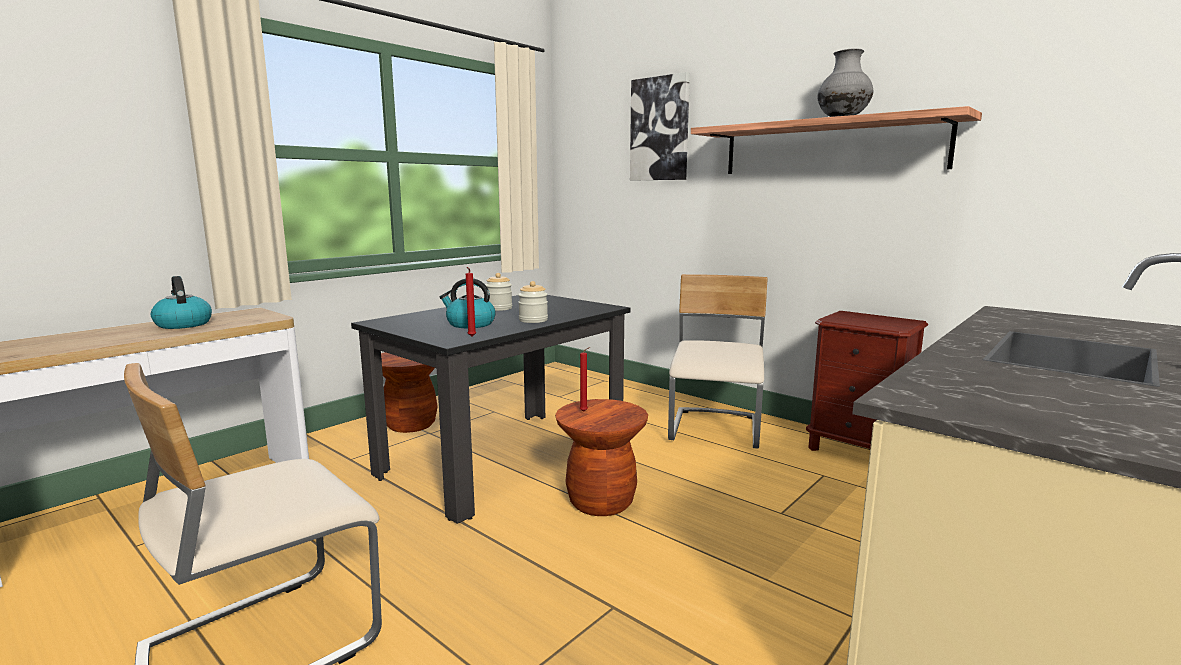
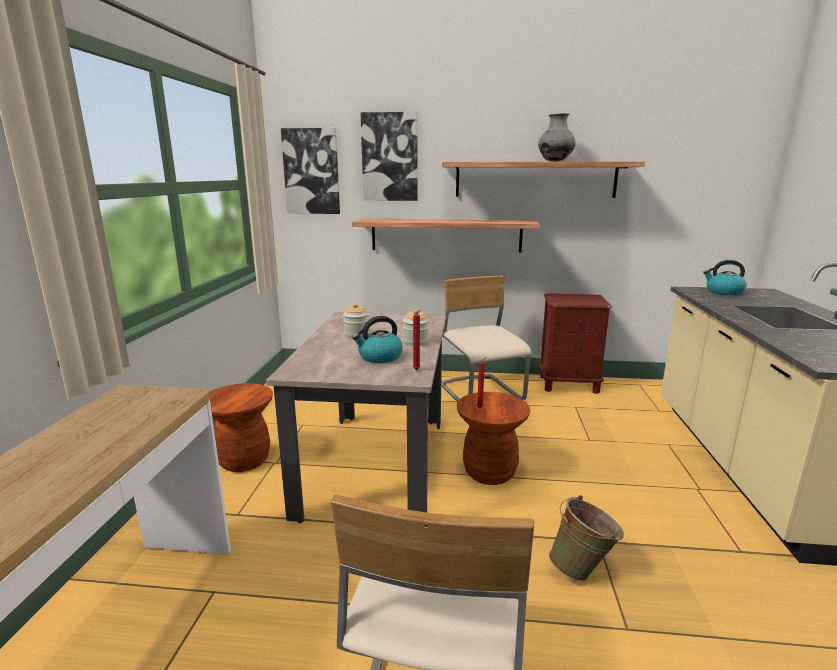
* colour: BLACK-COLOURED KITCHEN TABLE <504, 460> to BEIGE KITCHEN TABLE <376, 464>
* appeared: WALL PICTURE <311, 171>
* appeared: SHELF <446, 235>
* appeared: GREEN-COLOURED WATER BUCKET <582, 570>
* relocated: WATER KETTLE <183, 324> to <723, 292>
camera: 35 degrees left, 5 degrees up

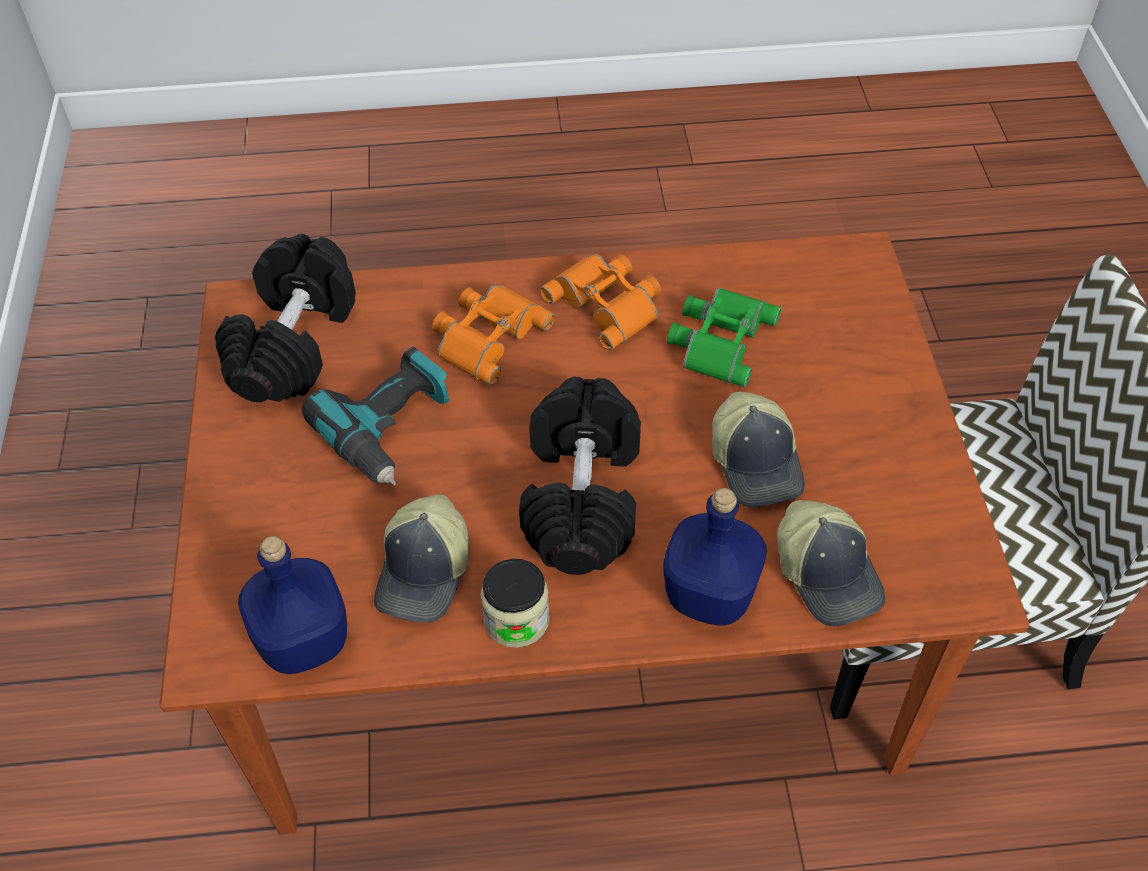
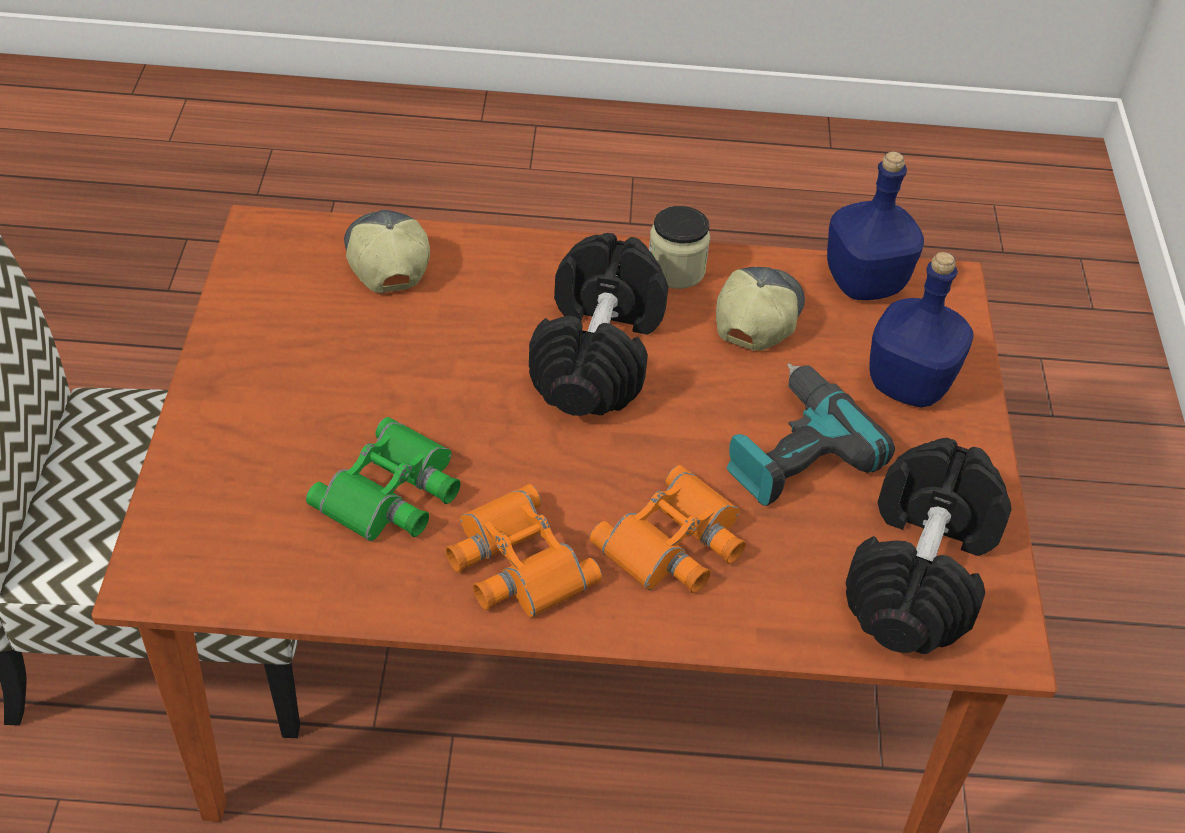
* relocated: BLUE-COLOURED BEVERAGE BOTTLE <709, 597> to <909, 383>
* missing: PEAKED CAP <757, 463>
camera: 175 degrees left, 5 degrees down

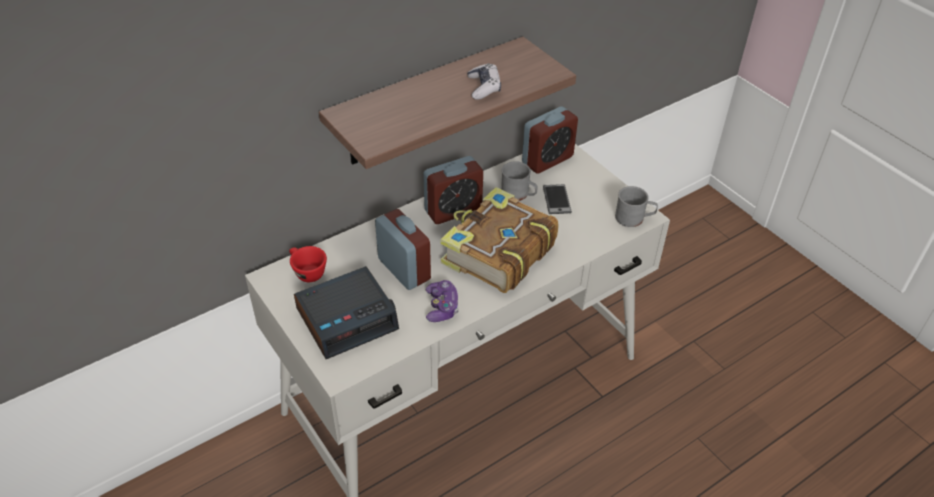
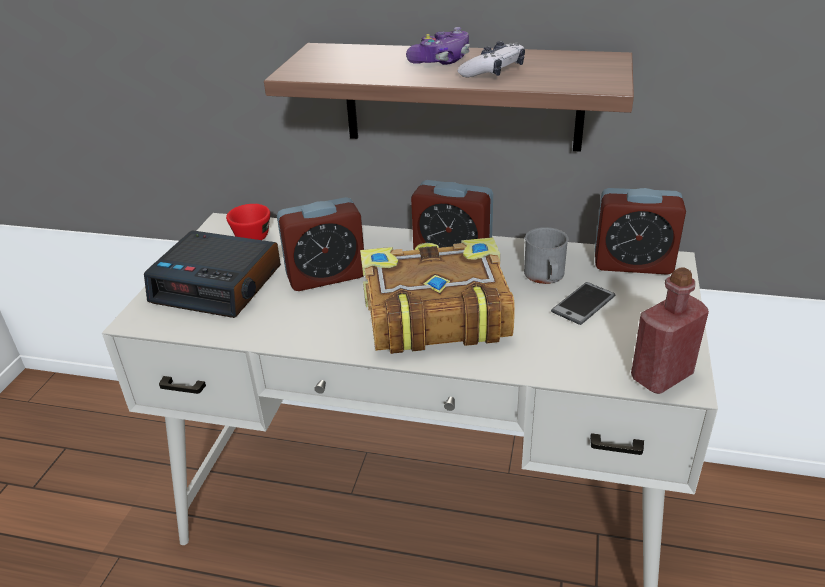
* spun: ALARM CLOCK <404, 269> = <326, 276> 60 degrees clockwise
* relocated: GAME CONTROLLER <442, 307> to <441, 61>
* exchanged: GREY TEA MUG <634, 218> to RED-COLOURED BEVERAGE BOTTLE <661, 376>
camera: 50 degrees right, 10 degrees down

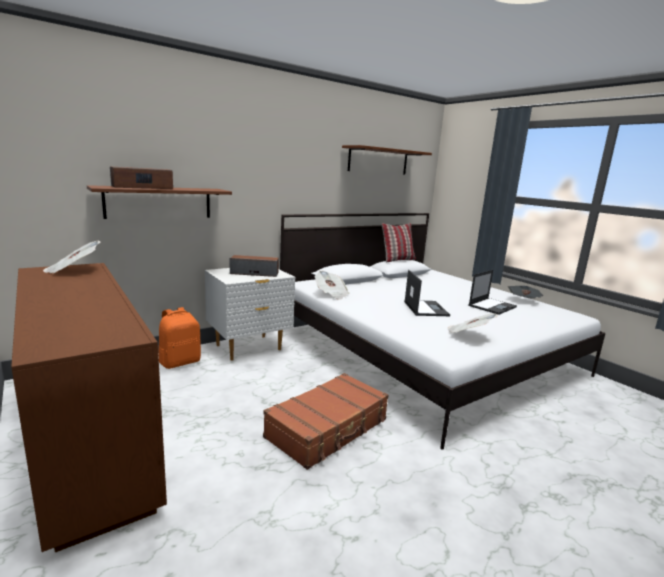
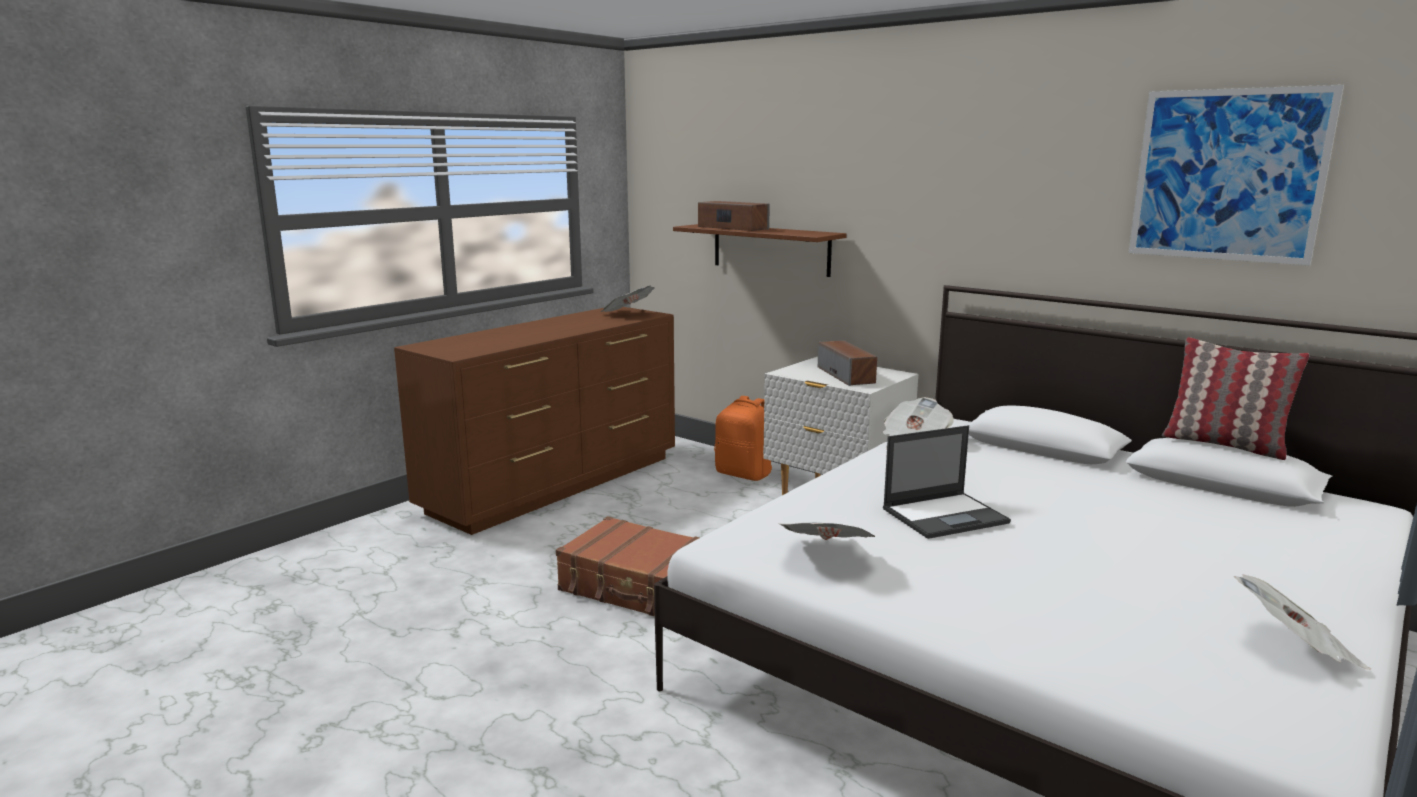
* exchanged: BROWN-COLOURED SHELF <378, 161> to WALL PICTURE <1227, 175>
* missing: PORTABLE COMPUTER <492, 306>
camera: 75 degrees right, 0 degrees up

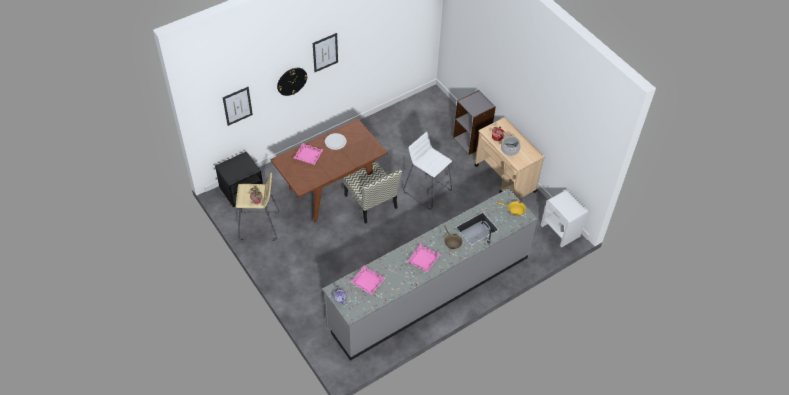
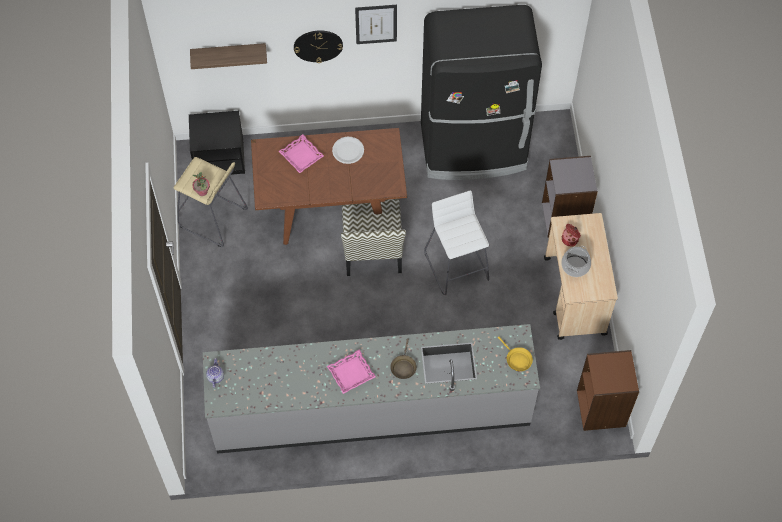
* exchanged: WALL PICTURE <237, 106> to SHELF <229, 53>
* appeared: BLACK-COLOURED REFRIGERATOR <474, 148>
* exchanged: WHITE-COLOURED NIGHT TABLE <560, 231> to BROWN-COLOURED SHELVING UNIT <601, 408>
* missing: PINKISH TRAY <367, 281>
camera: 30 degrees right, 10 degrees up

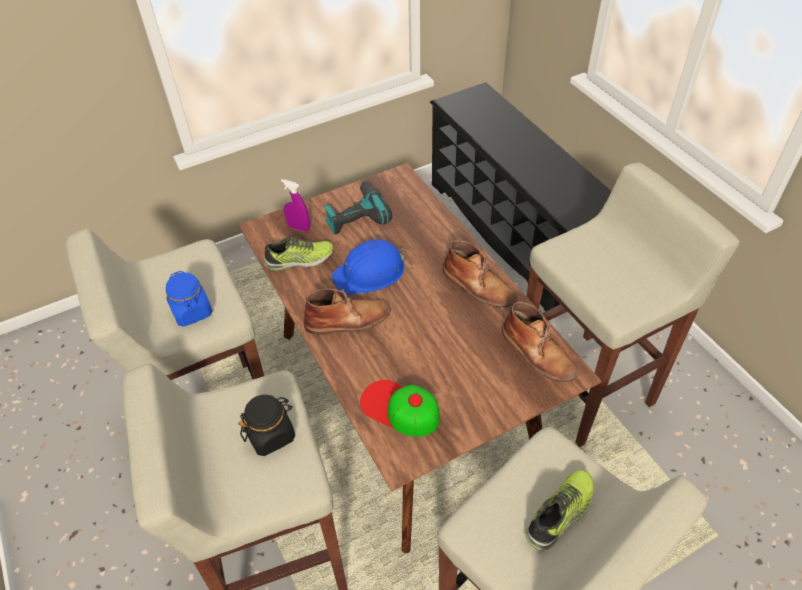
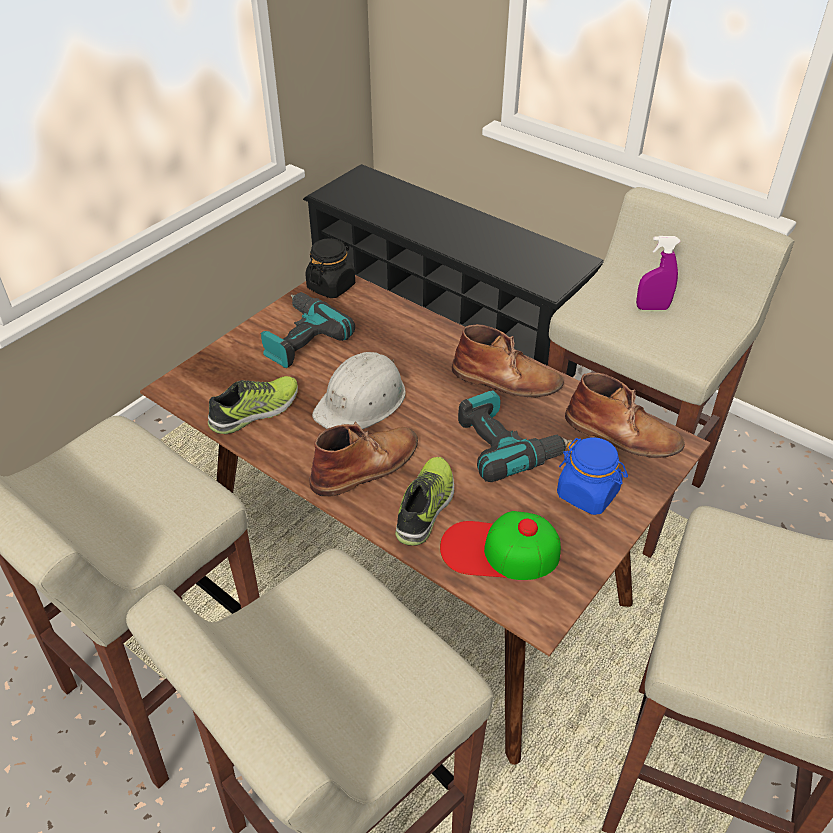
* relocated: BLACK-COLOURED JAR <271, 435> to <331, 286>
* colour: BLUE-COLOURED WORK HELMET <370, 273> to WHITE-COLOURED WORK HELMET <362, 401>
* relocated: LOW SHOE <561, 513> to <426, 507>
* appeared: DRILL <506, 445>
* relocated: BLUE-COLOURED JAR <192, 311> to <588, 494>
* relocated: PURPLE SPRAYER <299, 228> to <652, 308>
camera: 25 degrees left, 5 degrees down

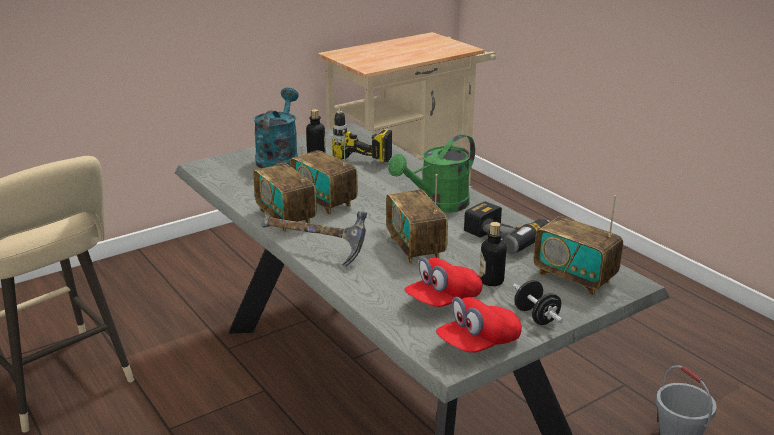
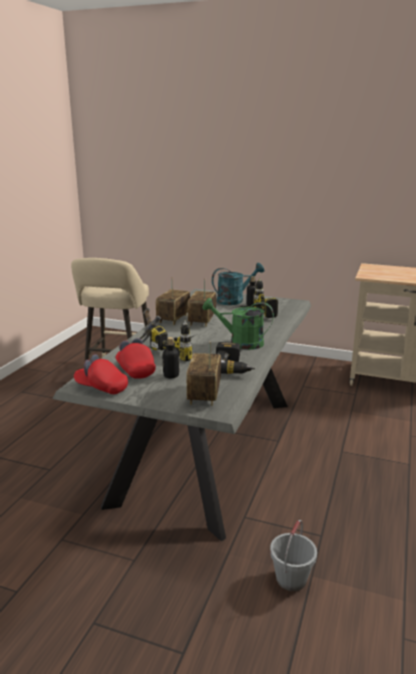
* spun: RED-COLOURED PEAKED CAP <443, 300> = <135, 370> 45 degrees clockwise
* exchanged: RADIO <415, 248> to DRILL <182, 350>
* missing: BLACK-COLOURED HAND WEIGHT <536, 316>
camera: 55 degrees right, 5 degrees down

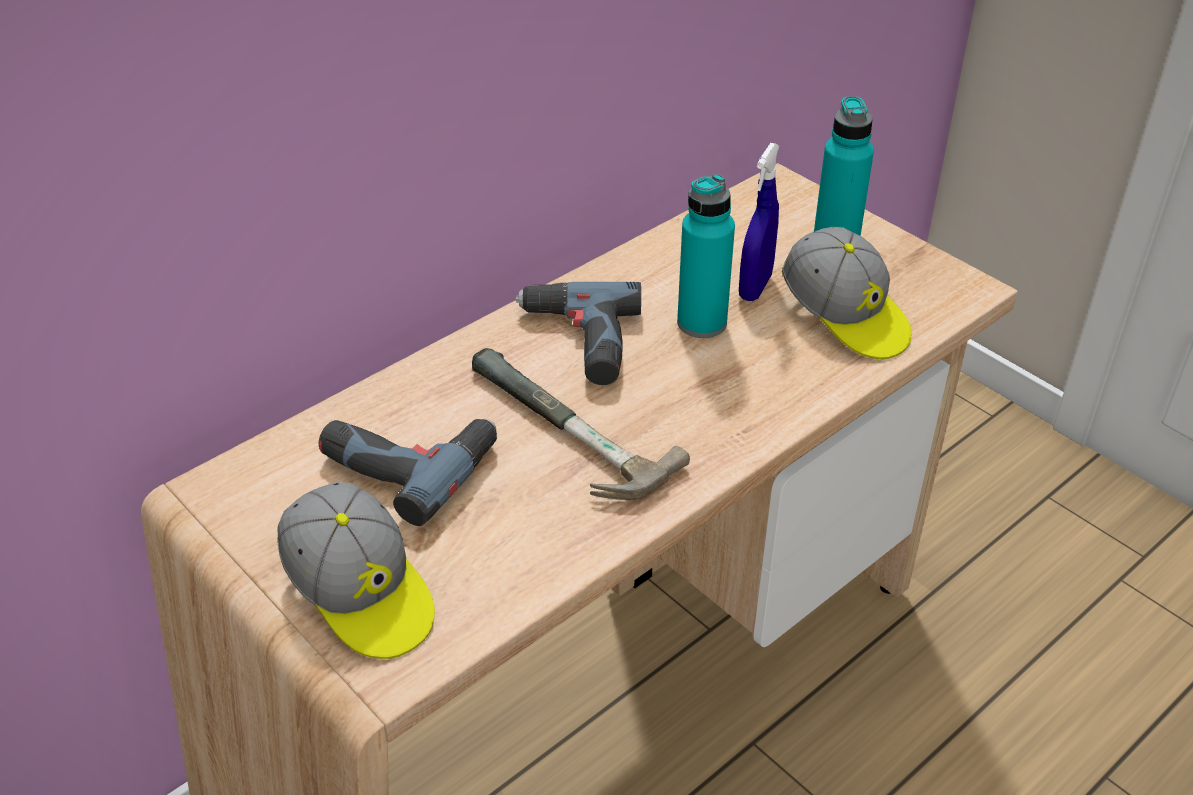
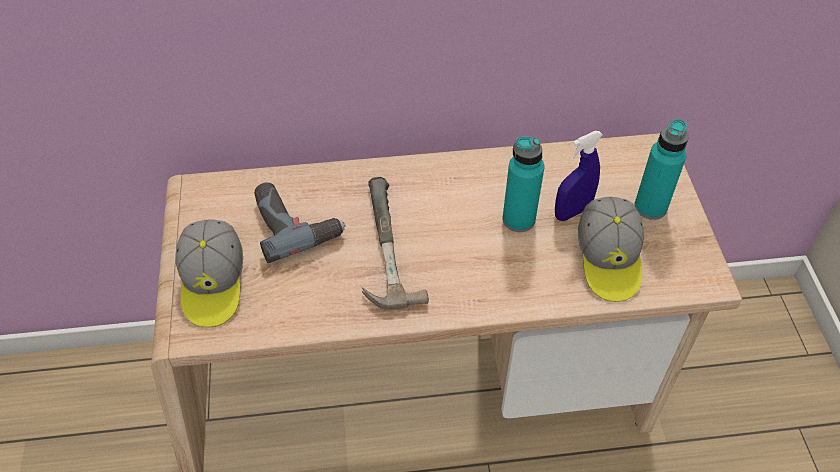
* missing: DRILL <577, 343>
camera: 35 degrees right, 10 degrees up

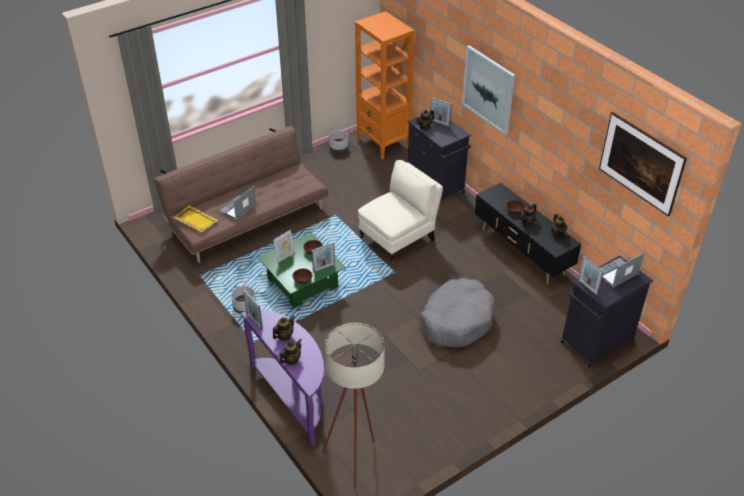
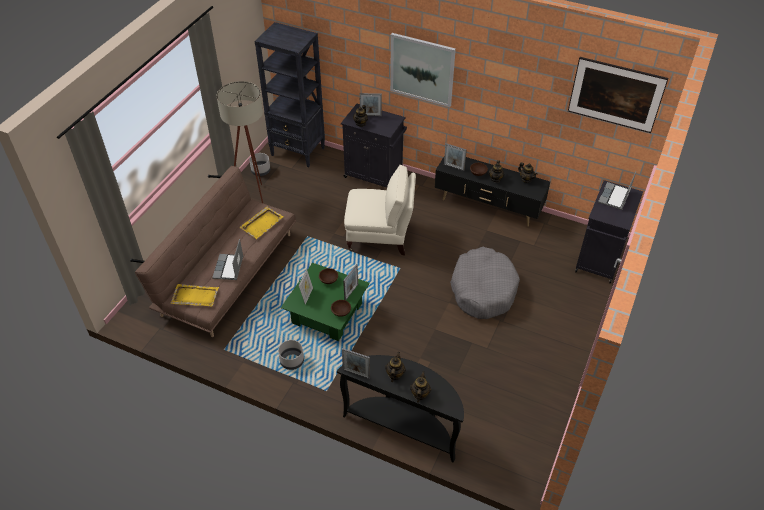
* relocated: BEIGE STANDING LAMP <356, 457> to <254, 197>
* appeared: YELLOW-COLOURED TRAY <262, 223>
* colour: ORANGE-COLOURED SHELVING UNIT <383, 144> to BLACK-COLOURED SHELVING UNIT <298, 152>
* colour: PURPLE HALL TABLE <294, 398> to BLACK-COLOURED HALL TABLE <403, 426>
* spun: BEIGE EASY CHAIR <399, 239> = <380, 236> 75 degrees clockwise
* relocated: STANDING FRAME <587, 287> to <454, 167>
camera: 30 degrees left, 5 degrees up

